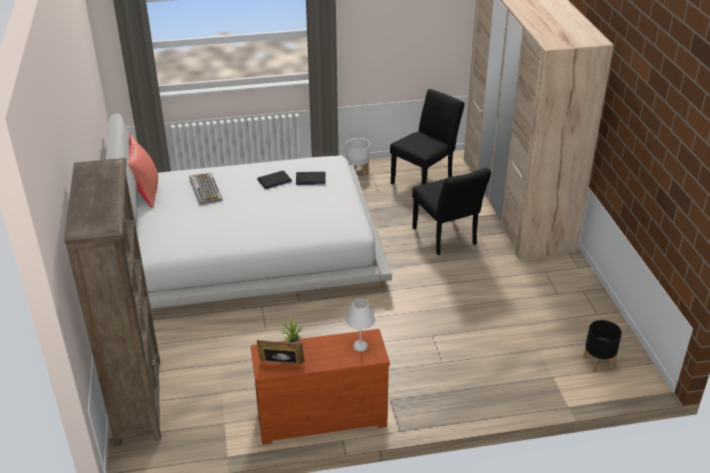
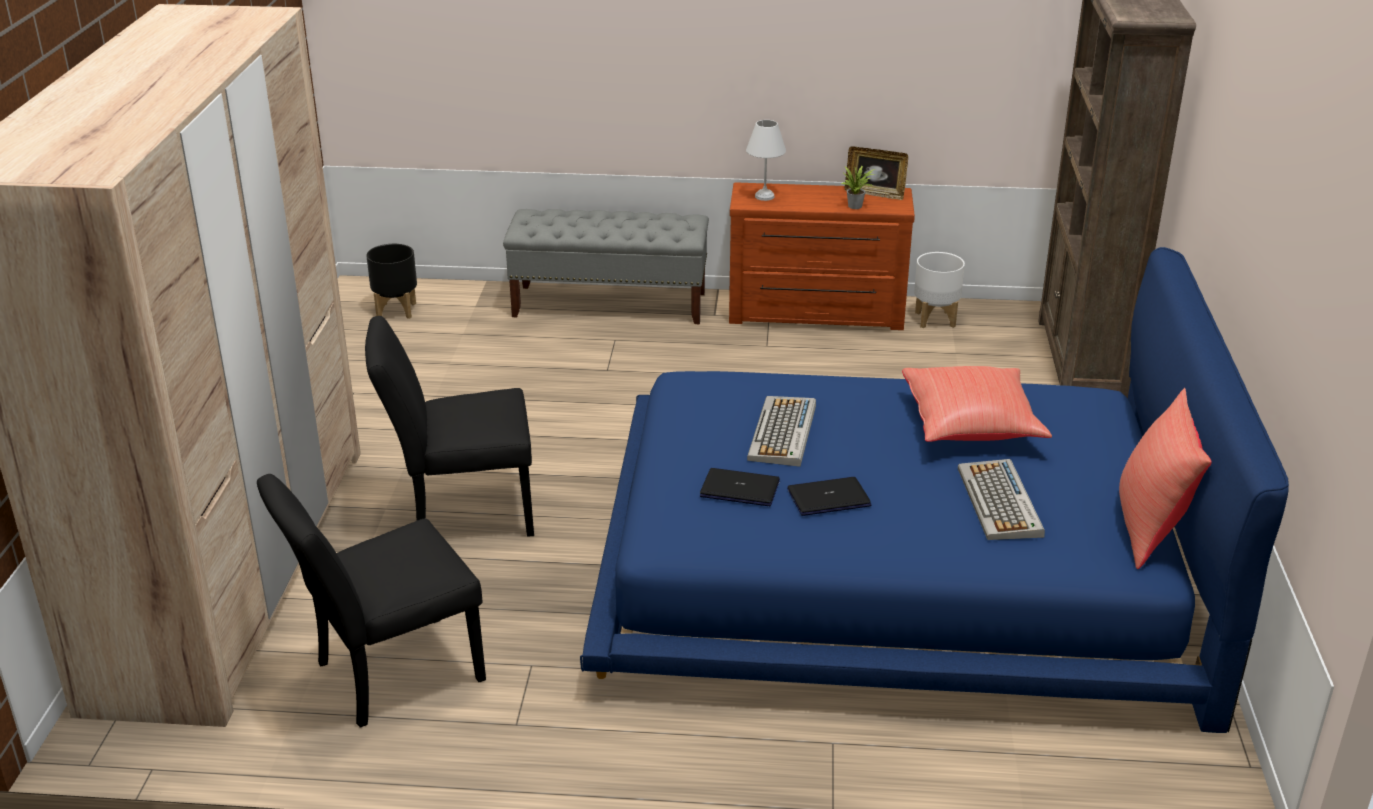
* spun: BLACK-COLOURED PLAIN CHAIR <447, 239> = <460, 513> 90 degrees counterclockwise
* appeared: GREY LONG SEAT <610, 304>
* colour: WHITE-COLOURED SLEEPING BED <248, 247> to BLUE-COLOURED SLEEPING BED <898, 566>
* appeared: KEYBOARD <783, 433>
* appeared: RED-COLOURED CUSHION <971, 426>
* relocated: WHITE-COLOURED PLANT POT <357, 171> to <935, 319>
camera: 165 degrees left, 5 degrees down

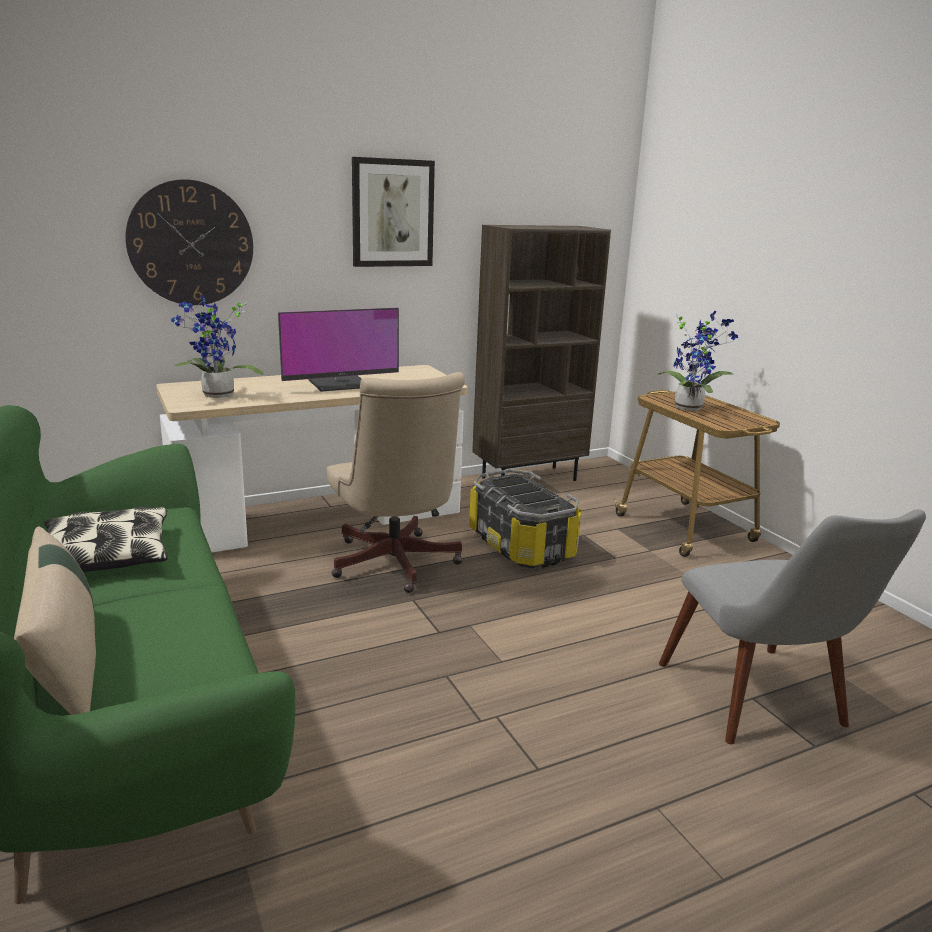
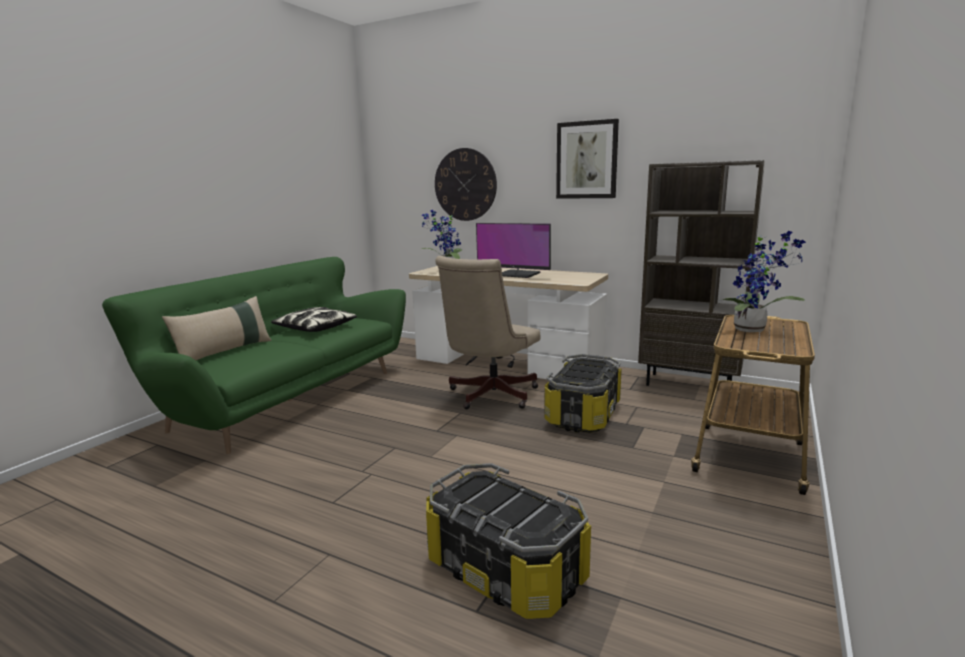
* exchanged: GREY PLAIN CHAIR <765, 707> to STORAGE CONTAINER <504, 570>
camera: 55 degrees right, 5 degrees down

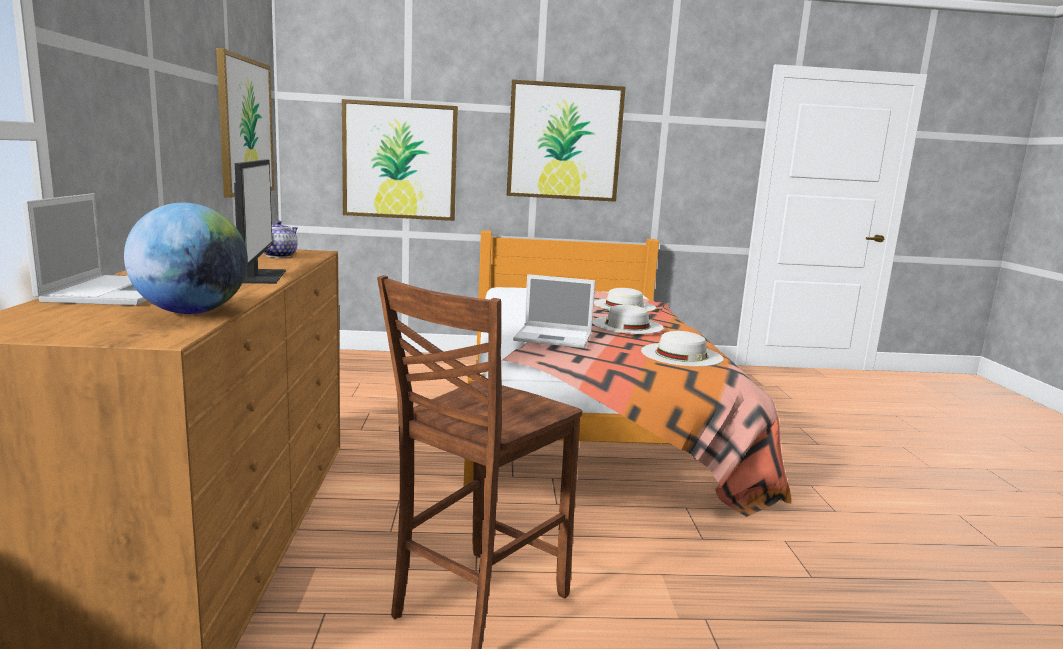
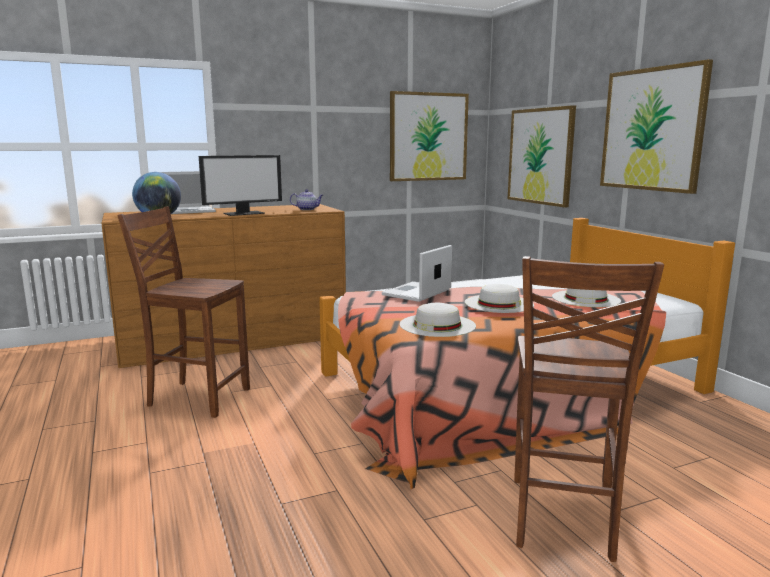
* spun: PORTABLE COMPUTER <555, 337> = <416, 293> 45 degrees clockwise
* appeared: BROWN-COLOURED PLAIN CHAIR <561, 519>
camera: 70 degrees right, 0 degrees up

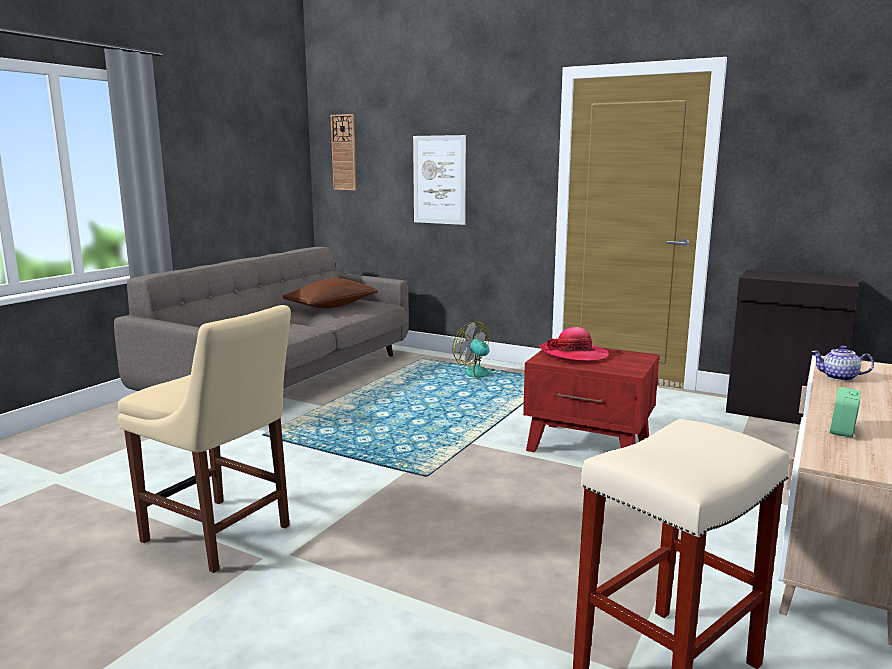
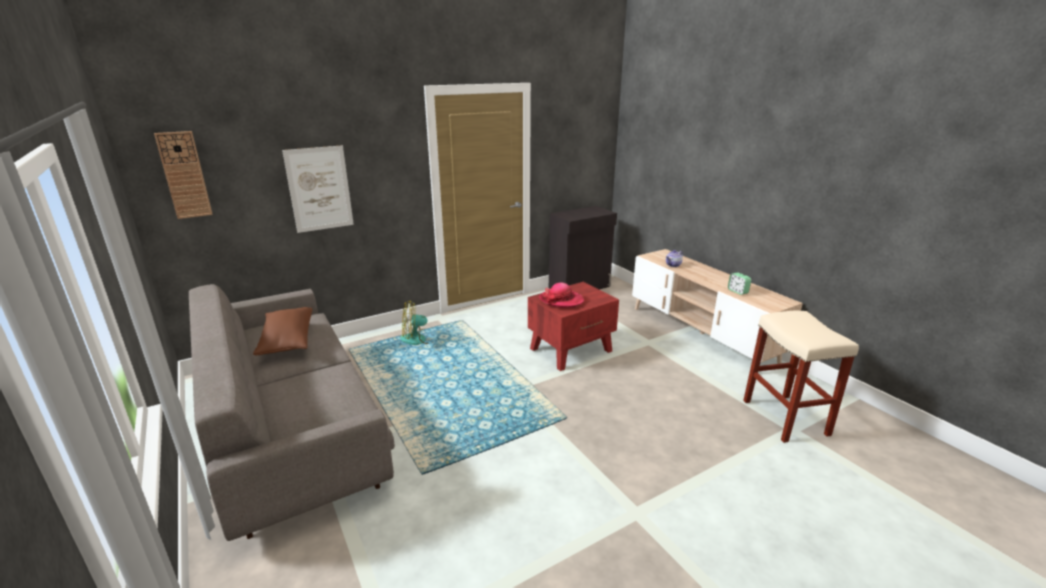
* missing: BEIGE PLAIN CHAIR <221, 536>
camera: 60 degrees left, 10 degrees up

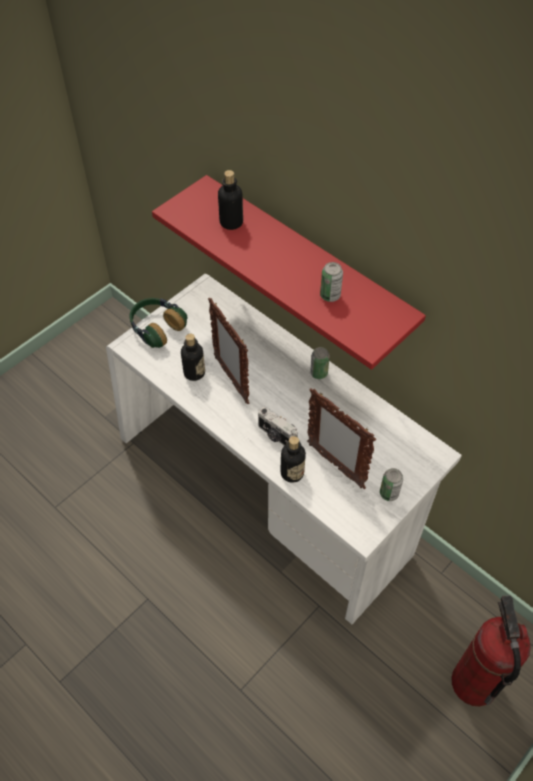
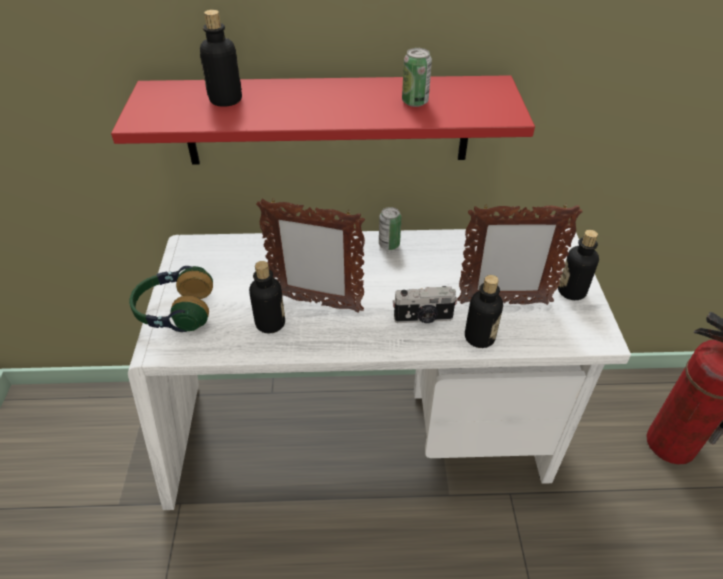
* exchanged: METAL CAN <389, 493> to BEVERAGE BOTTLE <571, 291>
camera: 45 degrees left, 10 degrees down

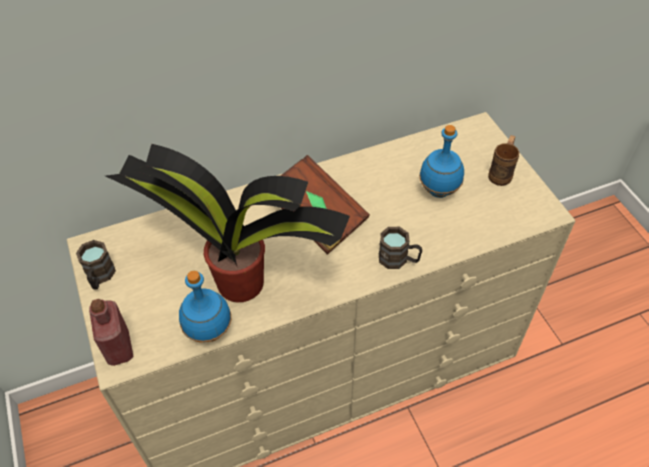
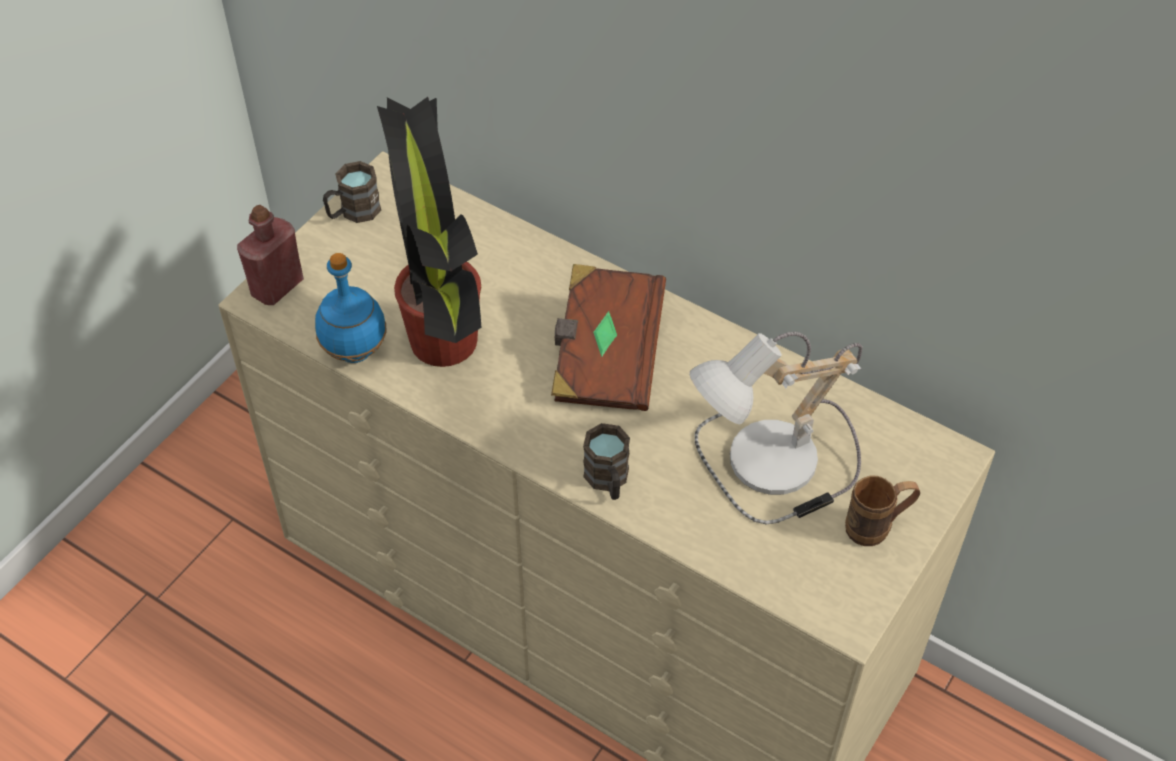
* exchanged: BLUE-COLOURED BEVERAGE BOTTLE <439, 190> to LAMP FOR A TABLE <772, 467>
camera: 55 degrees right, 0 degrees up

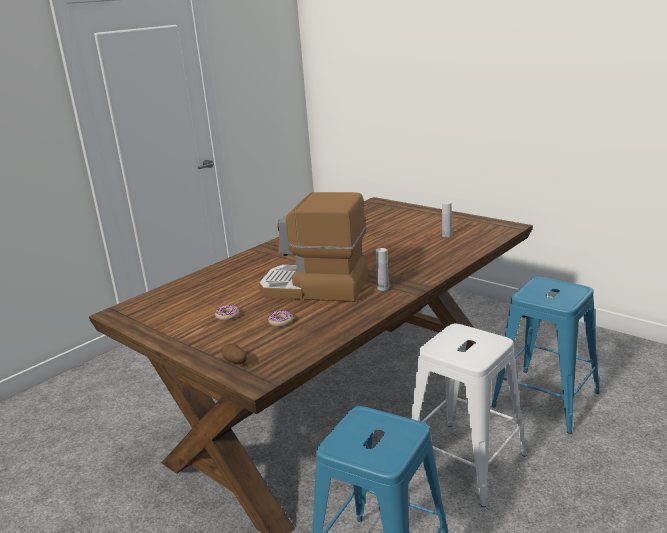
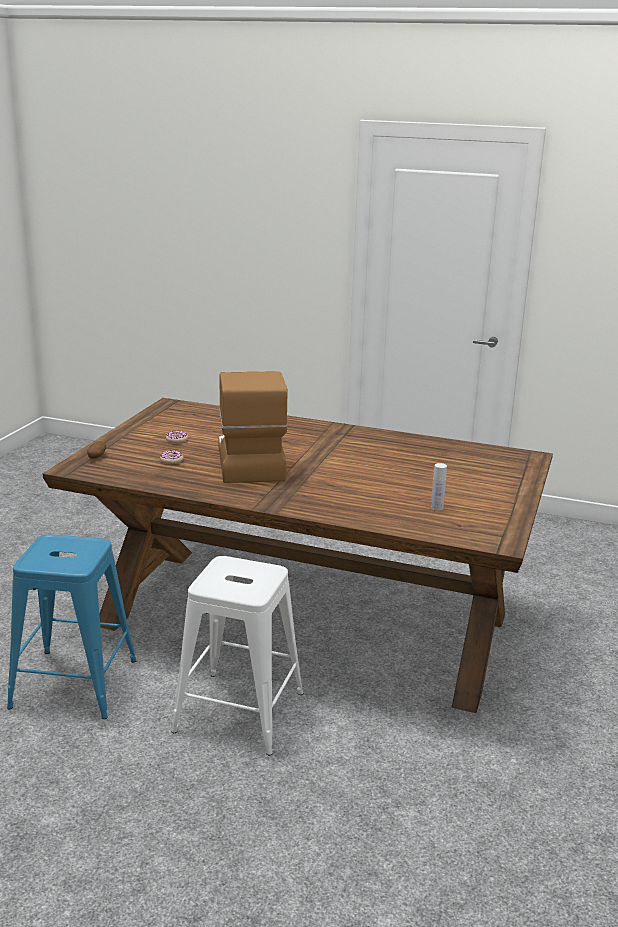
* missing: WHITE-COLOURED BEVERAGE BOTTLE <383, 288>
* missing: BLUE-COLOURED STOOL SEAT <545, 399>
camera: 65 degrees right, 0 degrees up

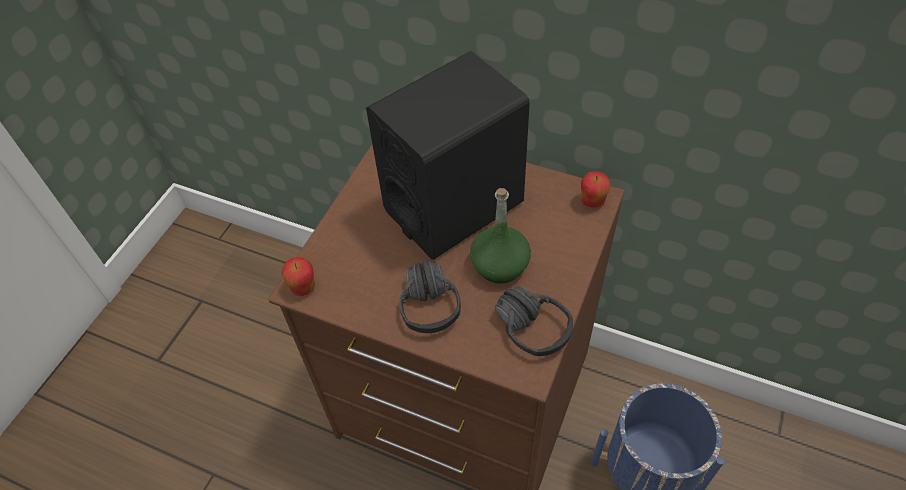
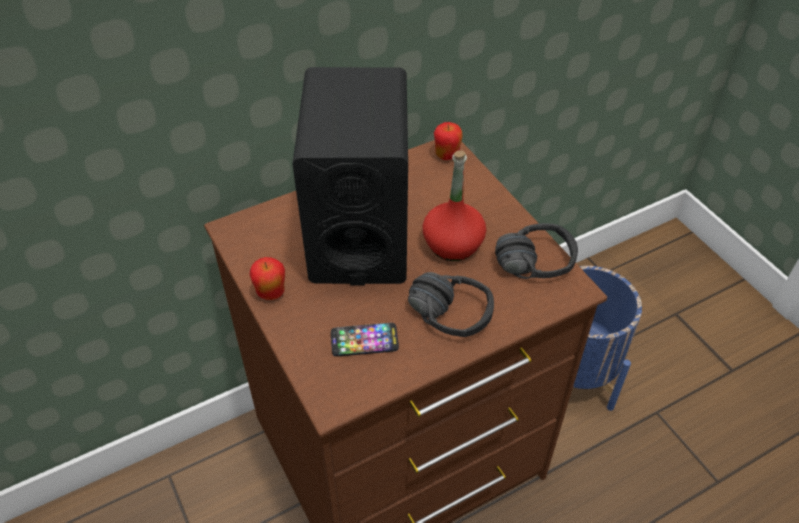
* relocated: APPLE FRUIT <303, 288> to <271, 293>
* appeared: PHONE <364, 340>
* colour: GREEN-COLOURED BEVERAGE BOTTLE <499, 265> to RED-COLOURED BEVERAGE BOTTLE <452, 244>
camera: 55 degrees left, 5 degrees down

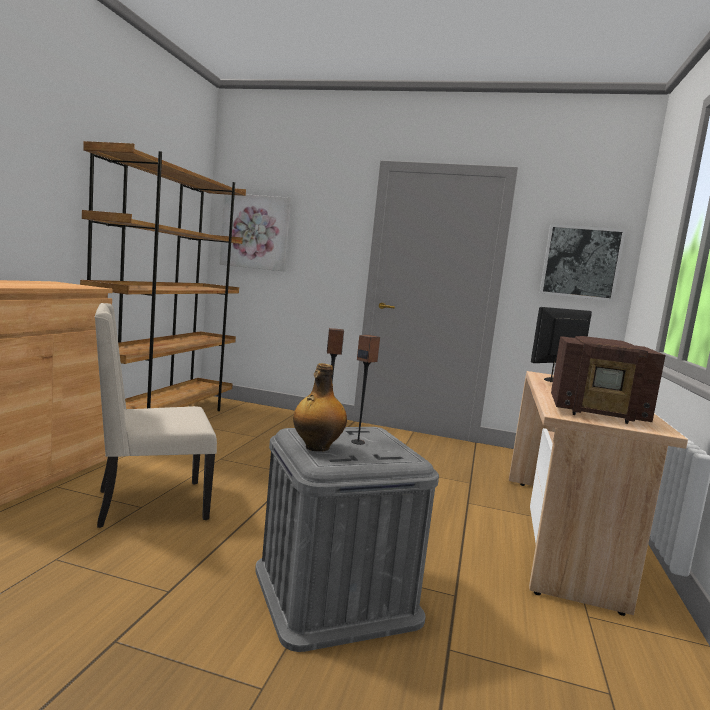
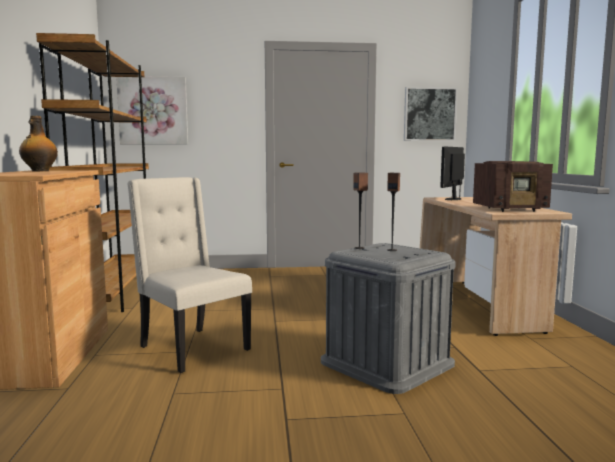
* relocated: BEVERAGE BOTTLE <316, 447> to <39, 171>
* spun: BEIGE PLAIN CHAIR <149, 504> = <191, 348> 90 degrees clockwise
camera: 20 degrees left, 0 degrees up

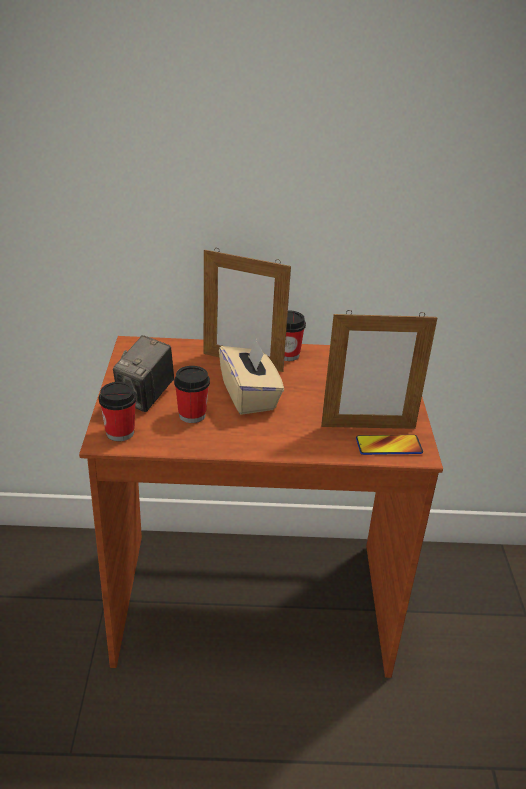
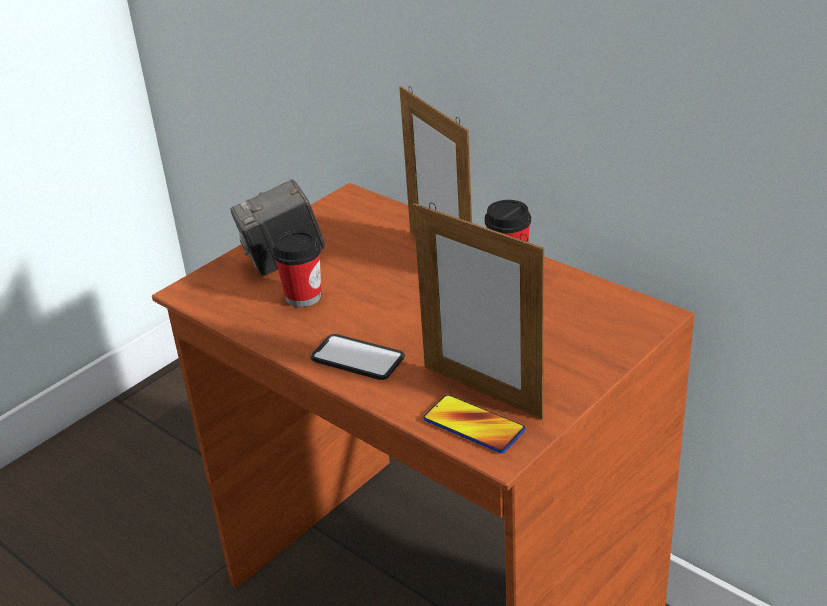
* appeared: PHONE <357, 358>
* missing: DRINKING CUP <120, 432>
* missing: BEIGE TISSUE HOLDER <249, 396>
camera: 45 degrees right, 0 degrees up

